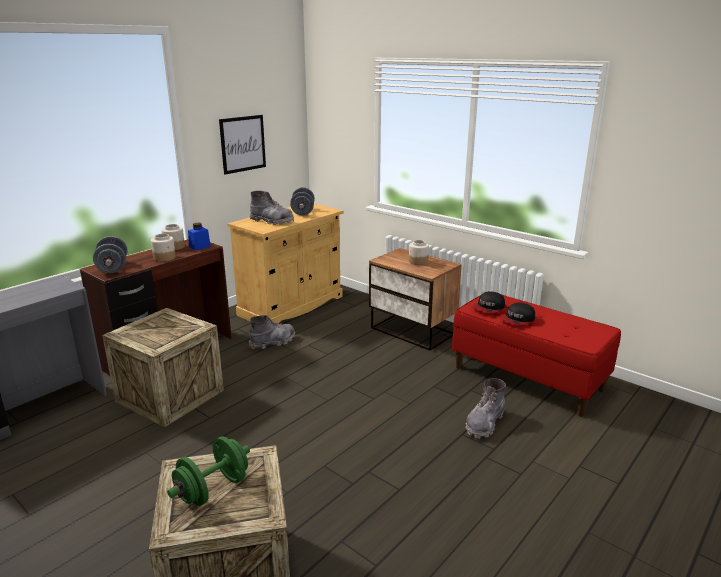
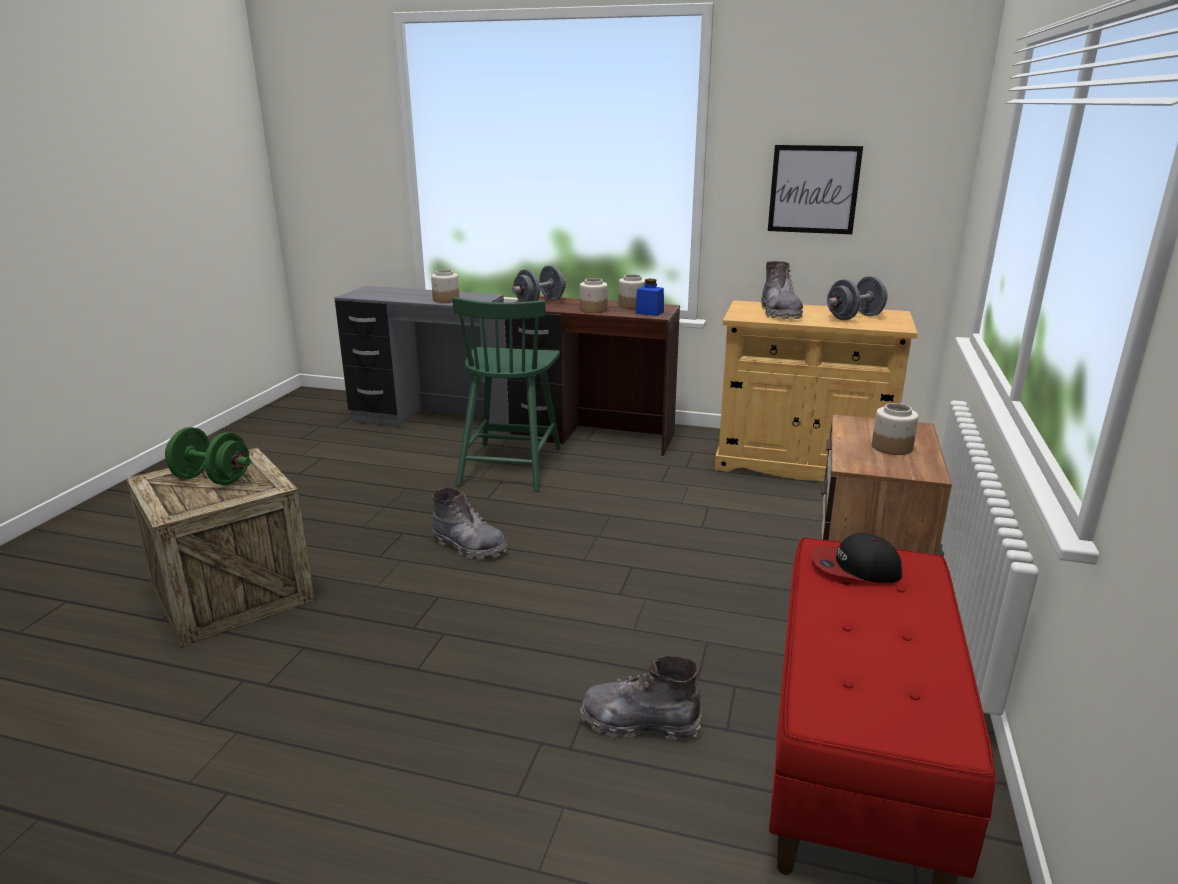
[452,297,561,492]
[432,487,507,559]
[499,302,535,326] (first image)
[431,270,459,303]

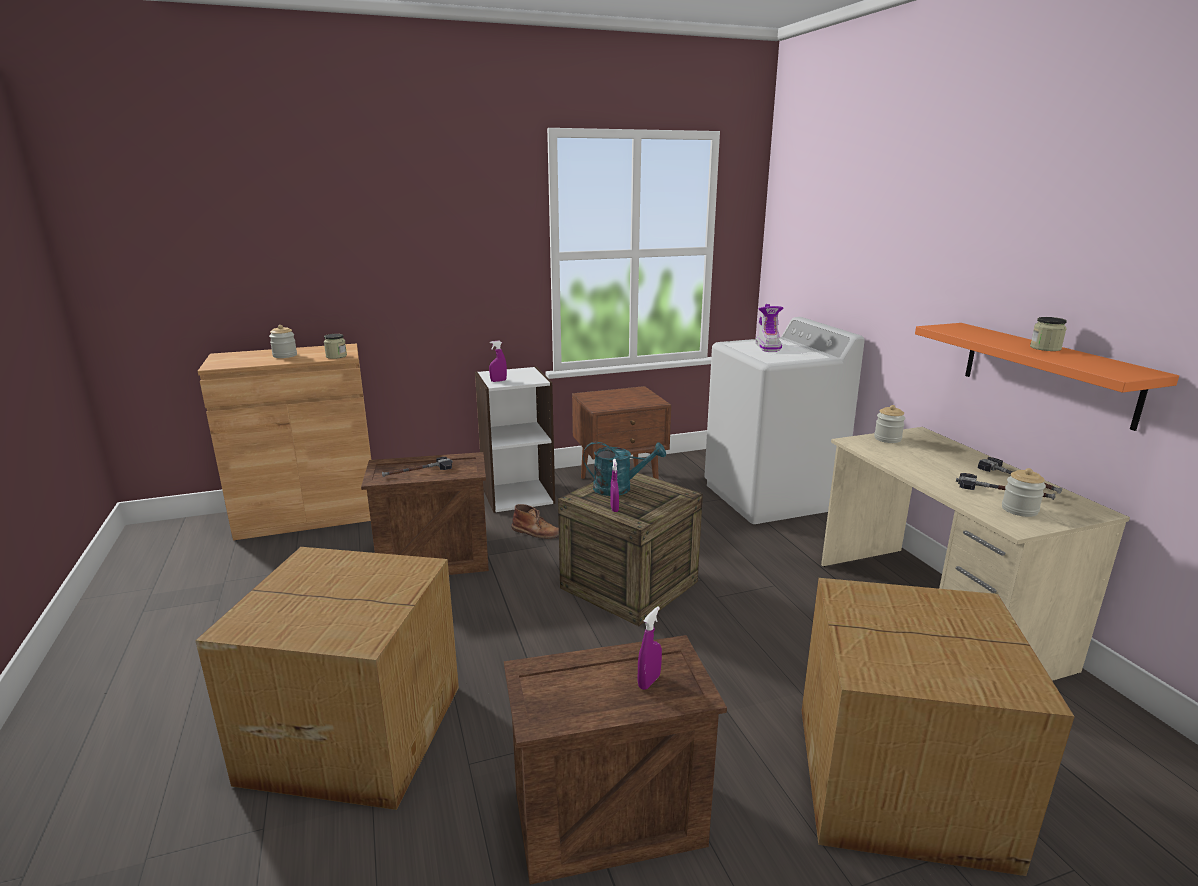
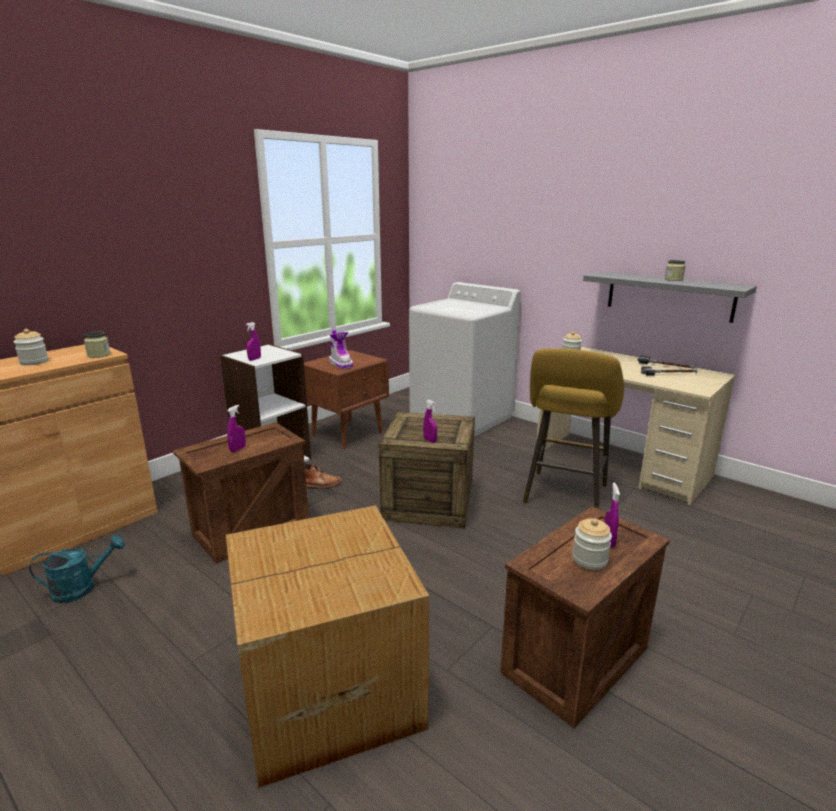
[227,405,246,452]
[30,535,125,603]
[329,330,354,369]
[802,578,1075,876] (first image)
[583,271,757,323]
[572,518,612,570]
[523,348,624,509]

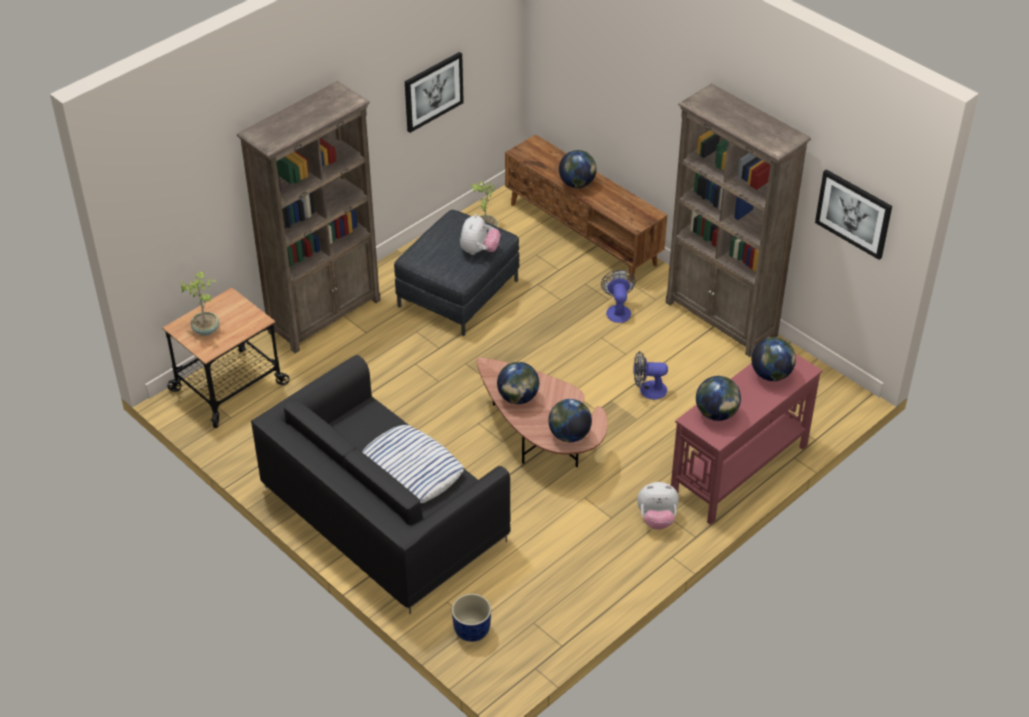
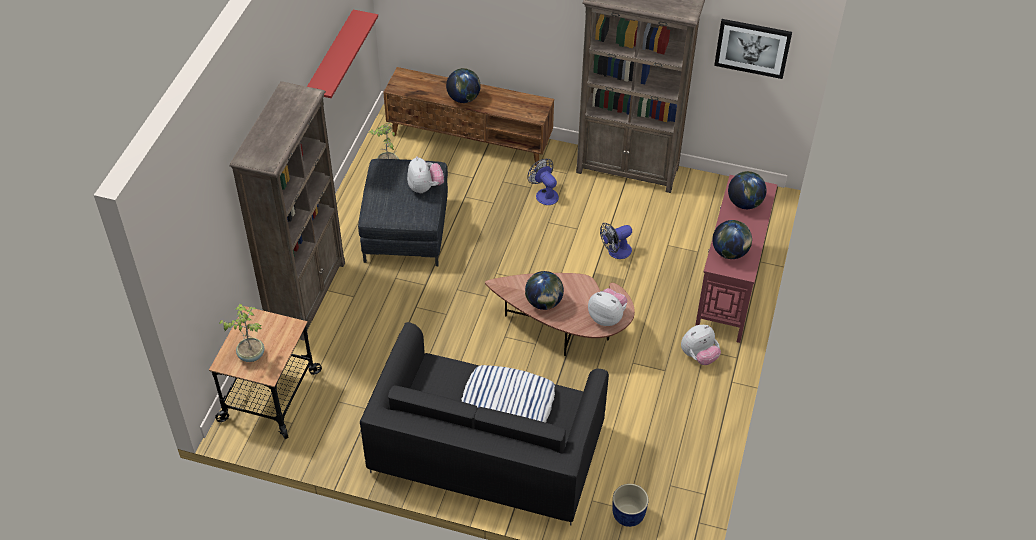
[307,10,378,98]
[588,288,627,326]

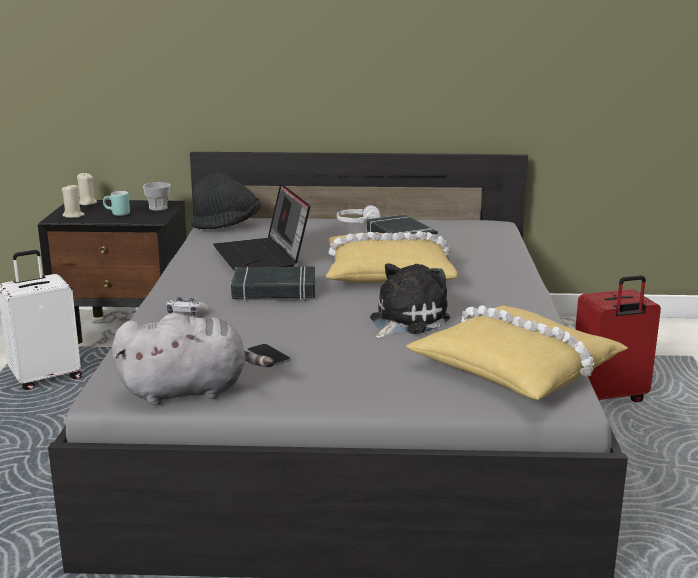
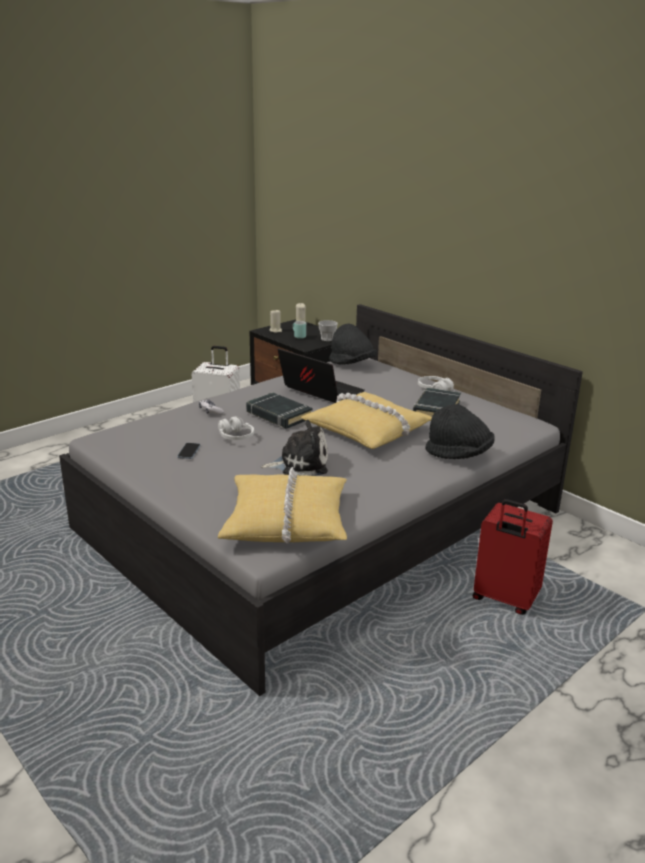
[112,313,274,405] (first image)
[278,348,365,403]
[218,416,254,440]
[426,404,495,459]

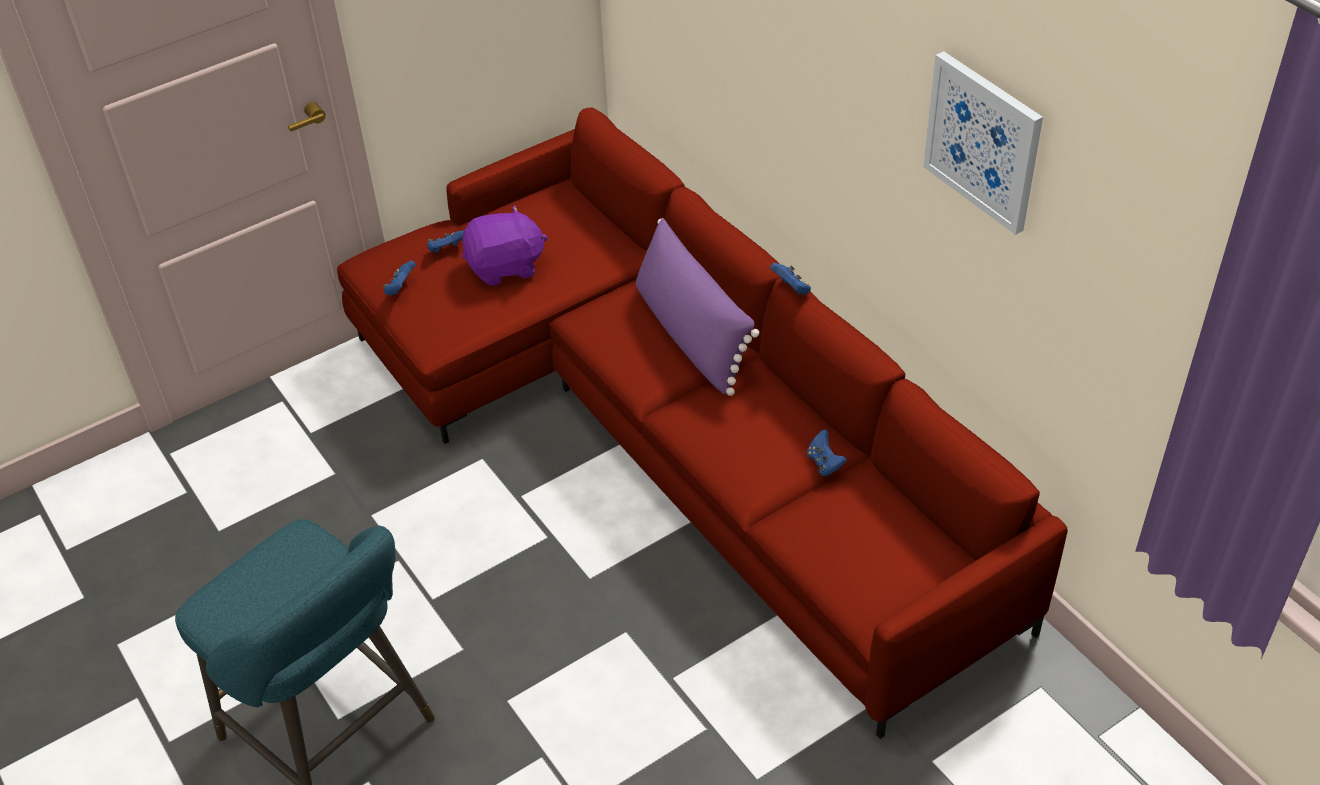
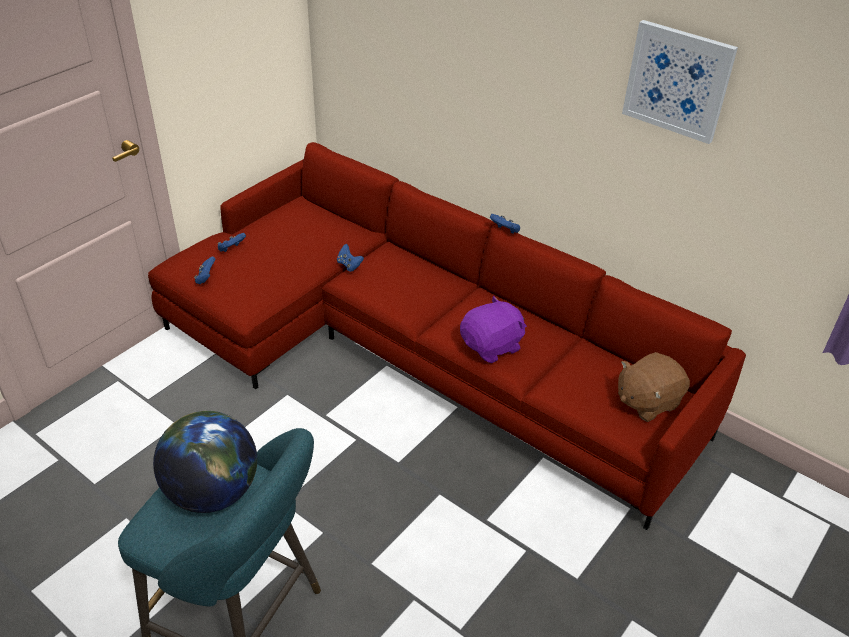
[460,296,527,363]
[636,218,759,396] (first image)
[337,244,364,272]
[153,411,257,513]
[618,352,690,422]

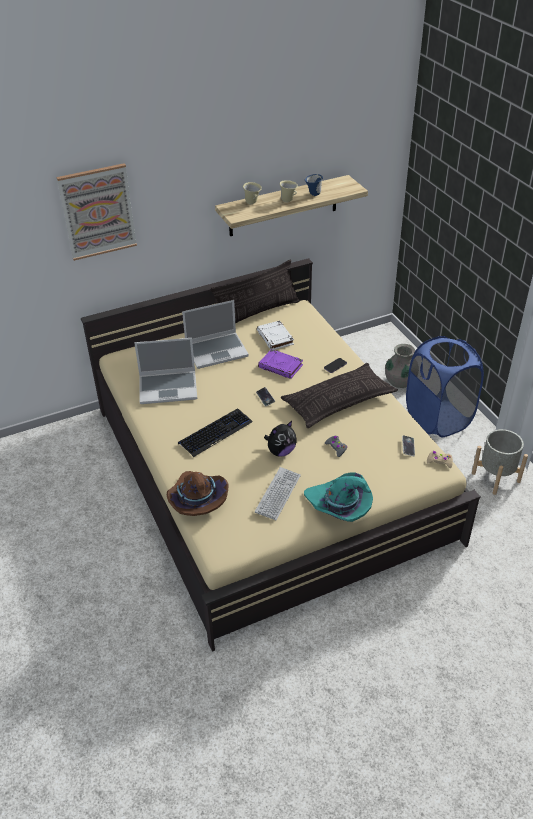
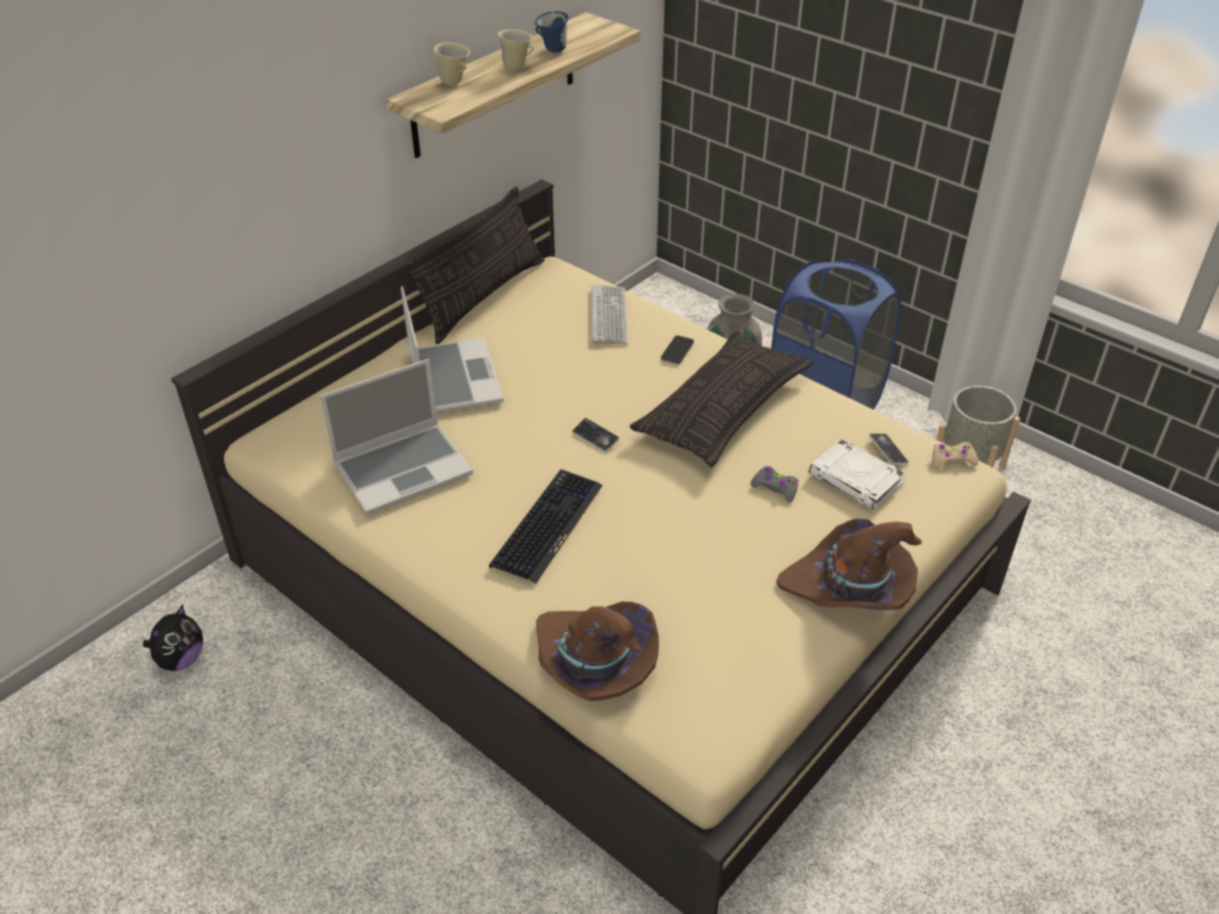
[57,163,137,261] (first image)
[401,286,504,413]
[592,285,628,344]
[809,439,906,510]
[258,349,303,379] (first image)
[143,604,203,671]
[776,518,922,610]

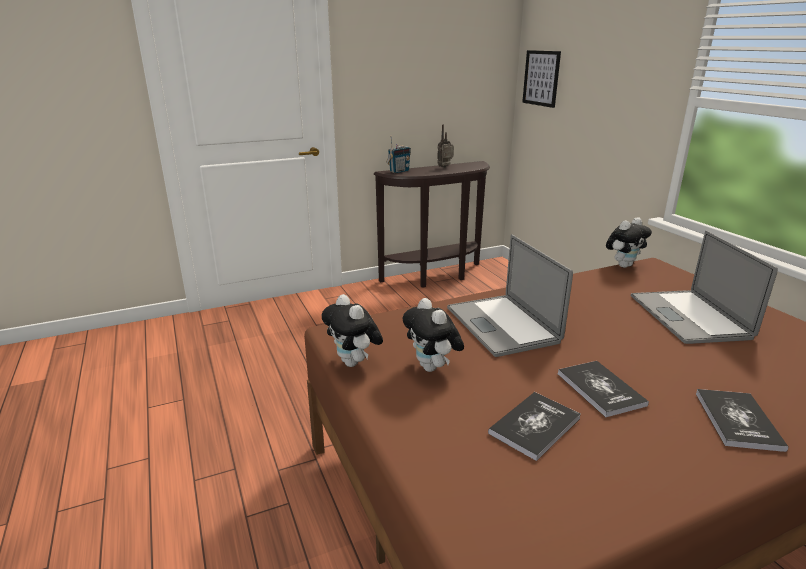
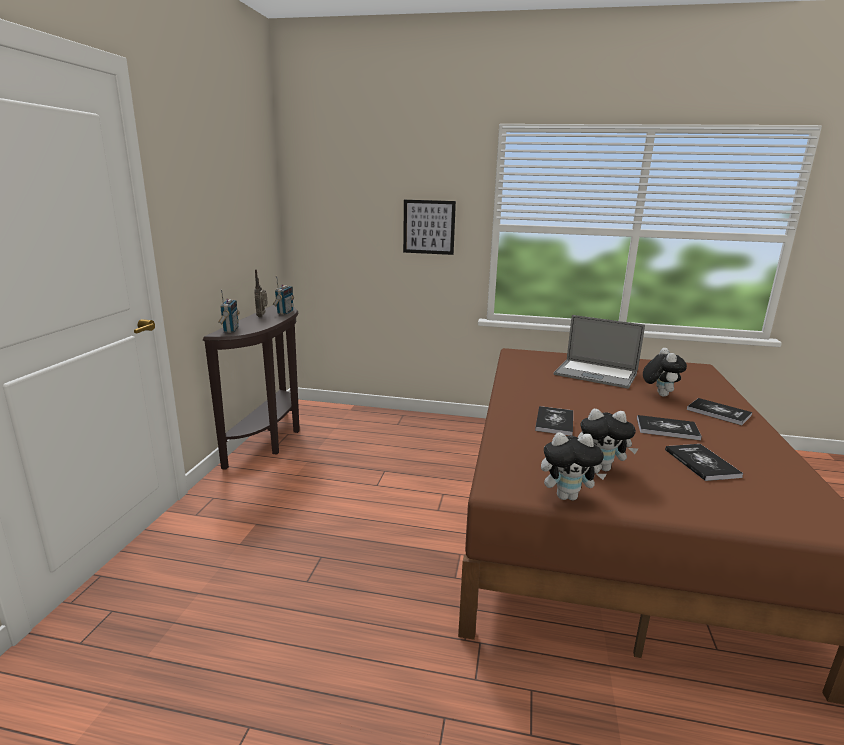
[535,406,573,436]
[403,200,456,255]
[643,348,687,396]
[273,276,294,315]

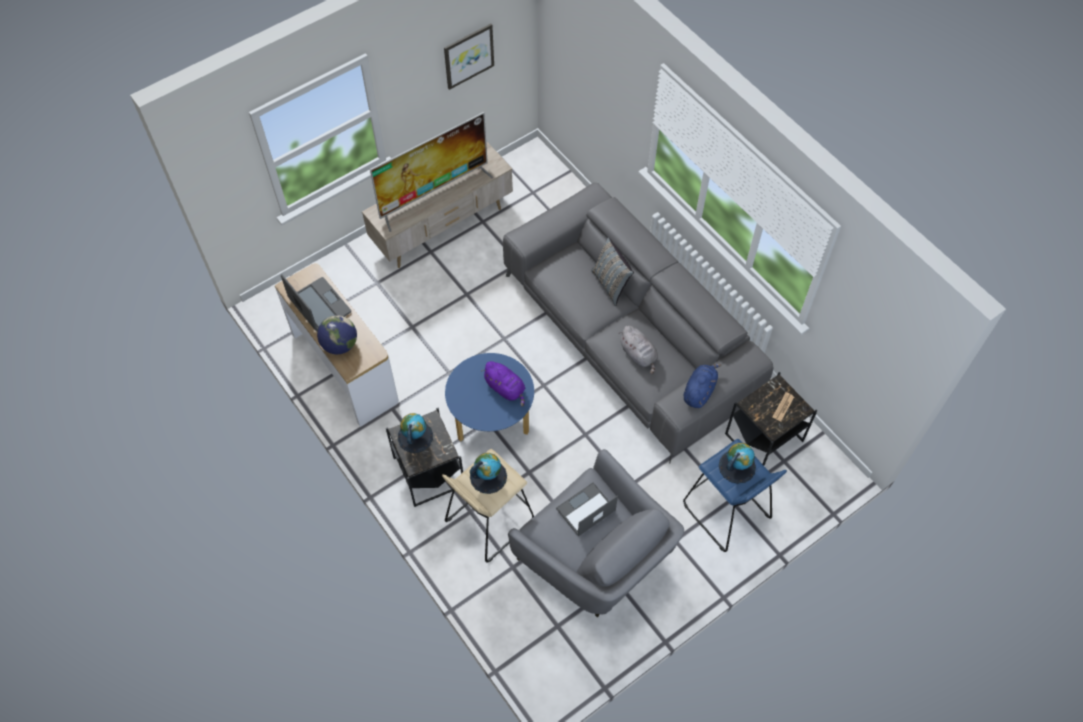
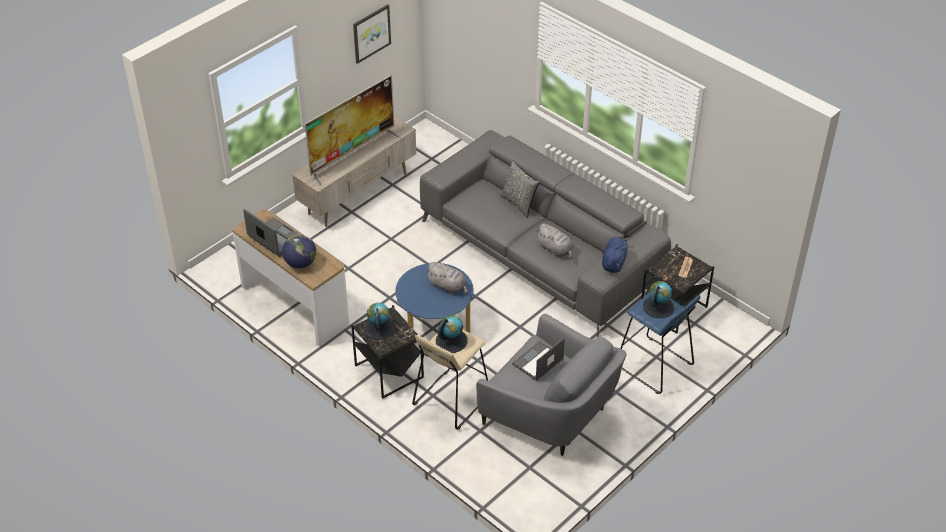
[426,262,468,294]

